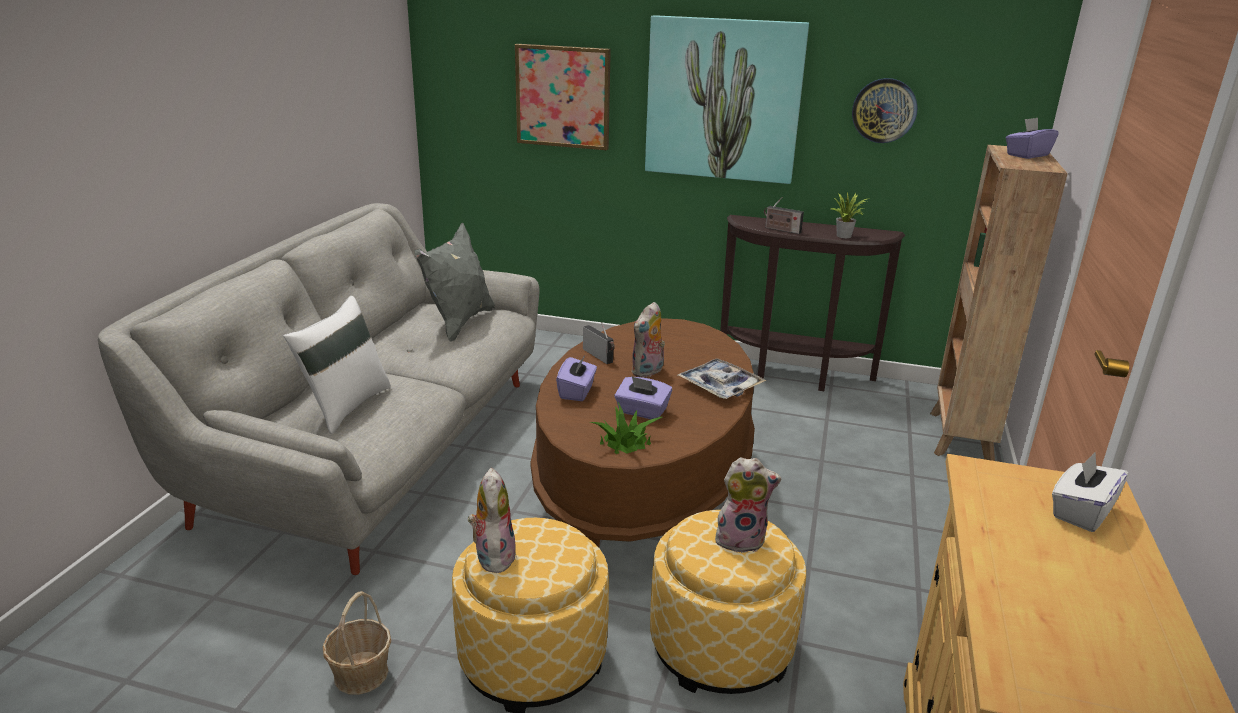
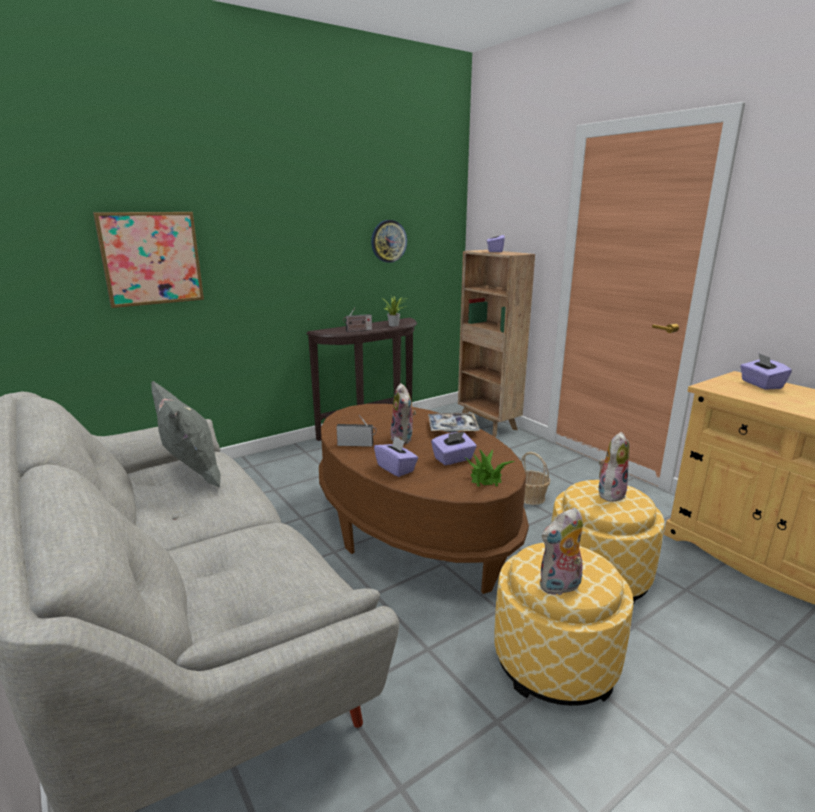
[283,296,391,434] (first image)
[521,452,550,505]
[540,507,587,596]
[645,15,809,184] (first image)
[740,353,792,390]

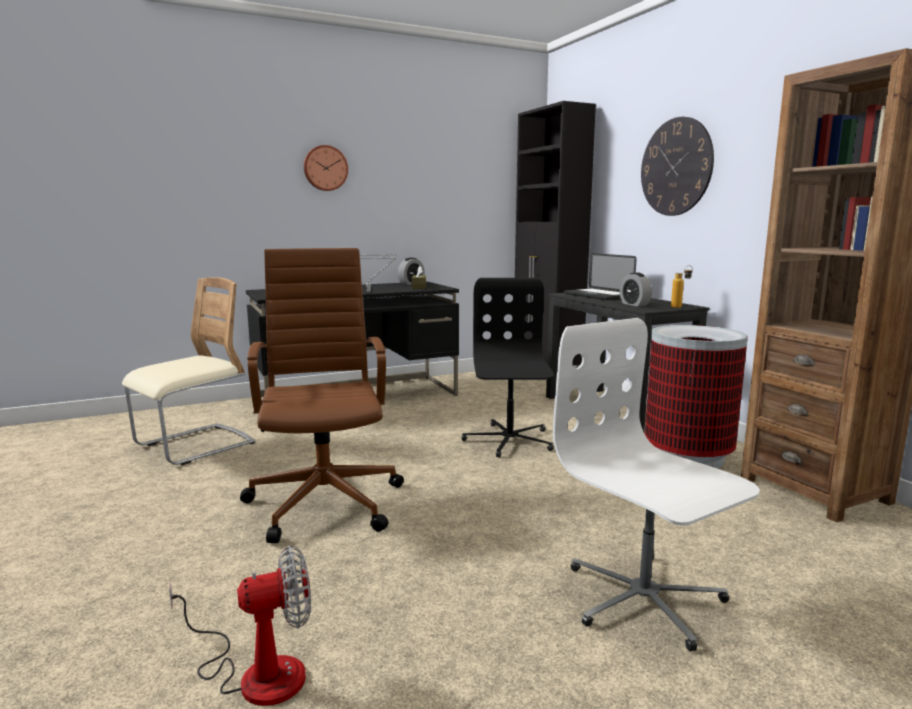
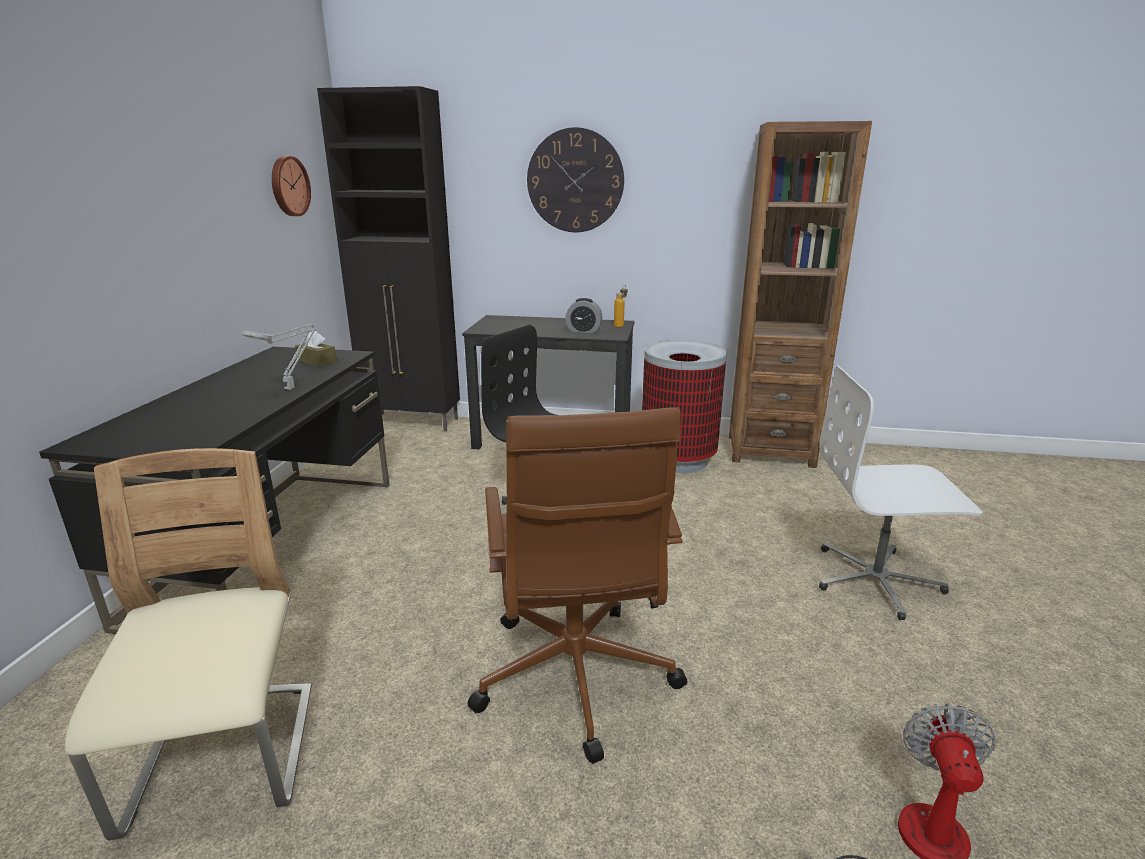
[468,407,687,764]
[272,156,311,216]
[398,258,425,285] (first image)
[564,253,637,300] (first image)

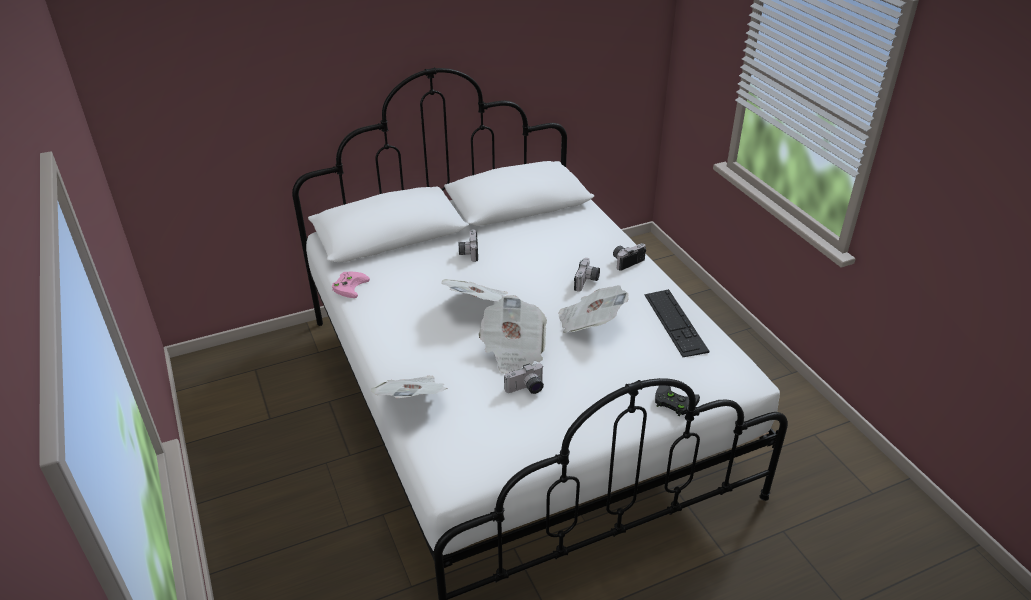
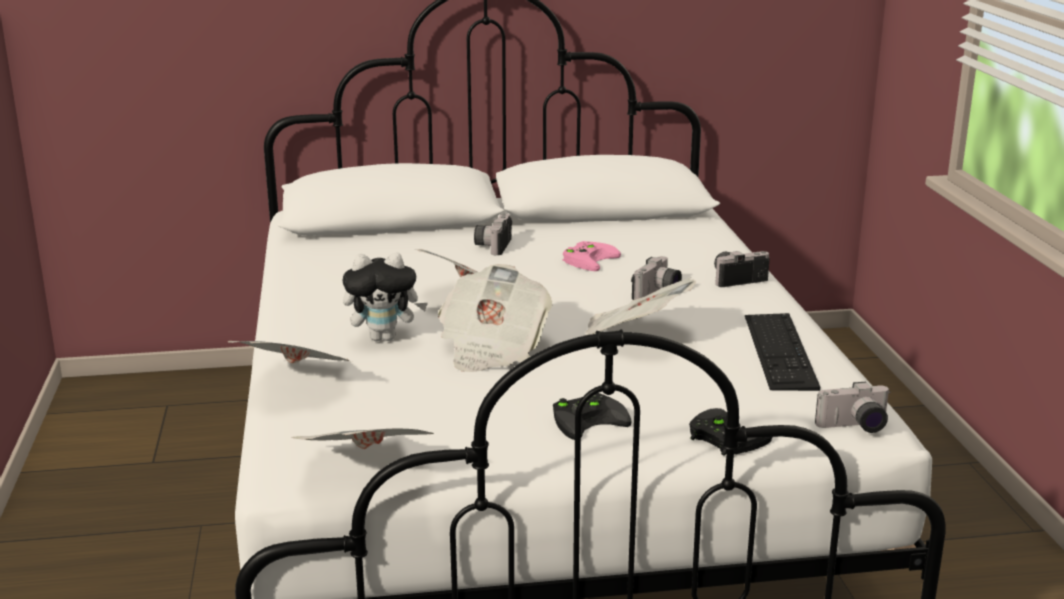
[563,241,621,271]
[815,382,891,433]
[292,429,434,449]
[342,253,428,341]
[553,393,632,440]

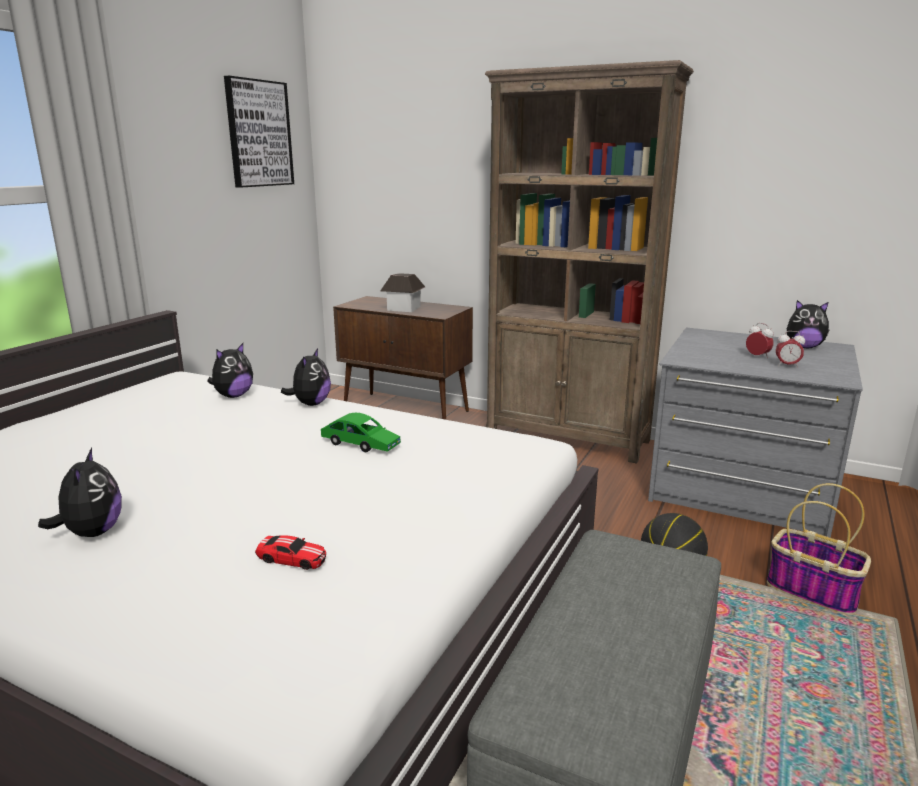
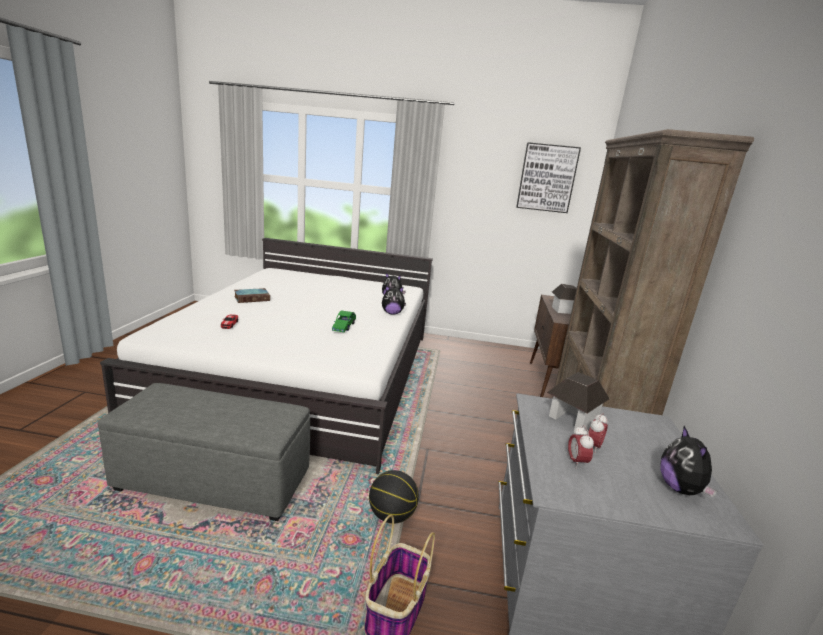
[234,288,270,303]
[547,372,609,430]

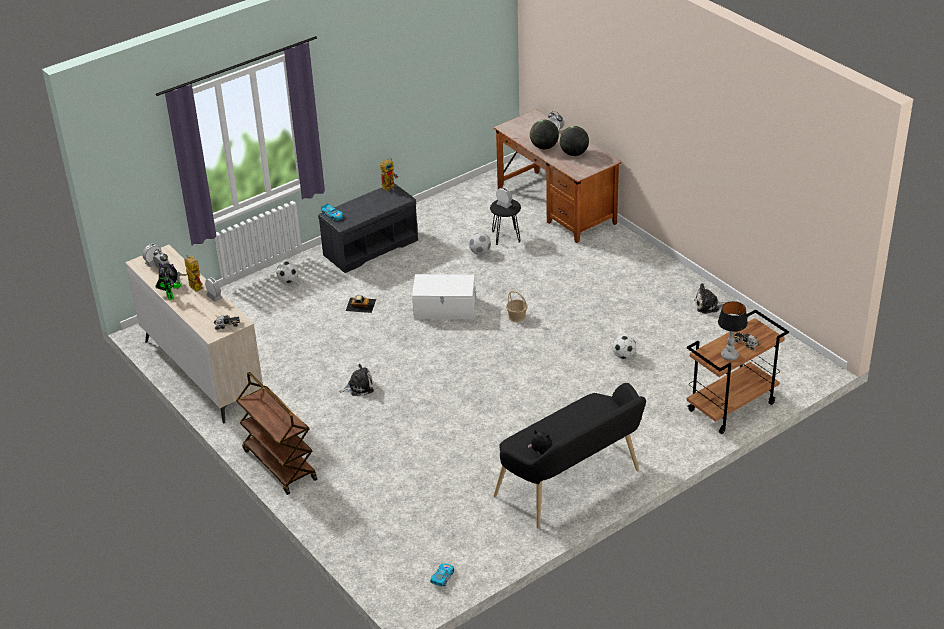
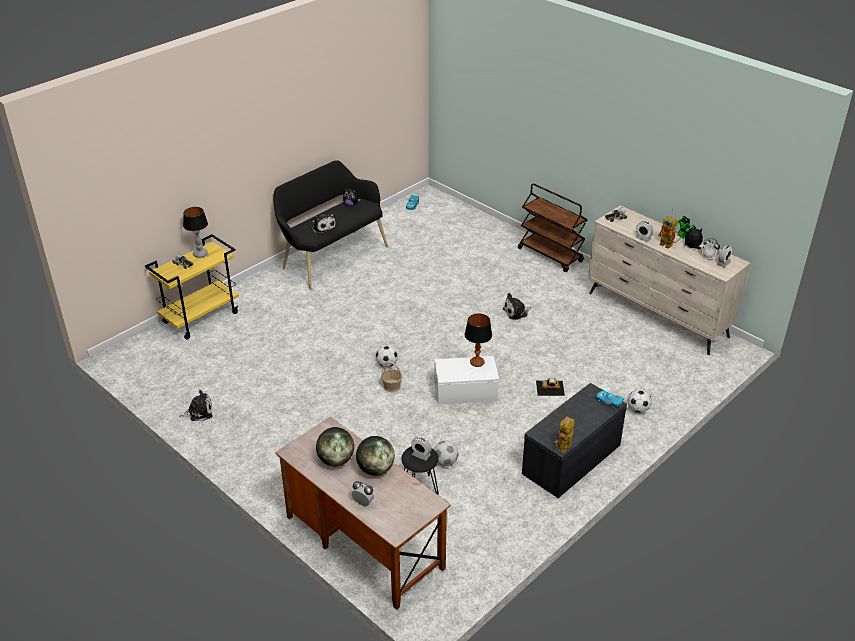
[376,345,398,367]
[145,234,239,339]
[311,212,337,235]
[465,314,492,367]

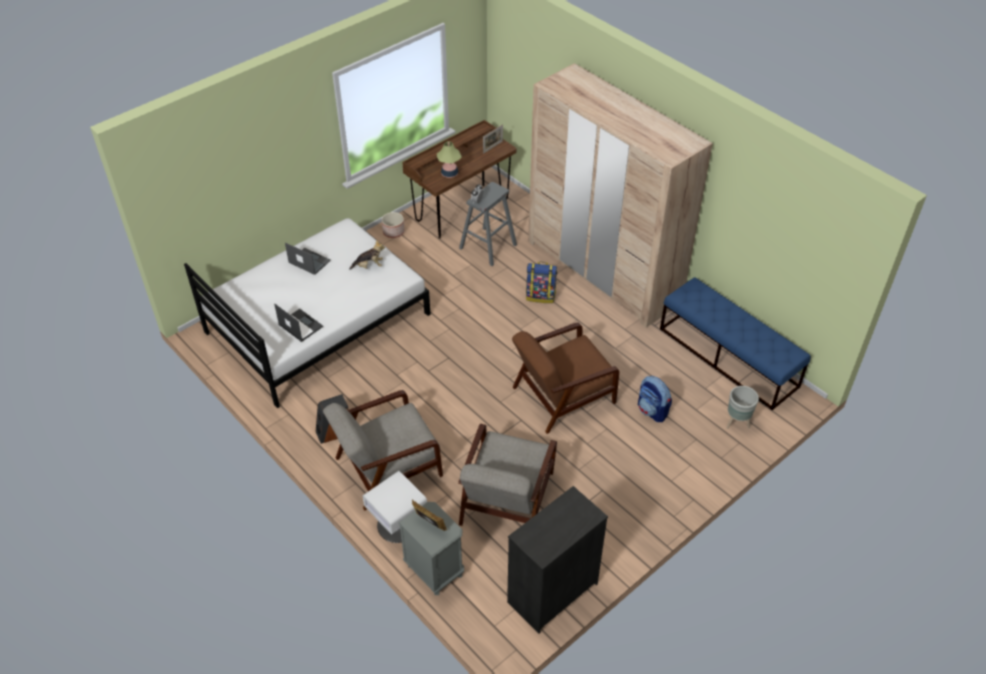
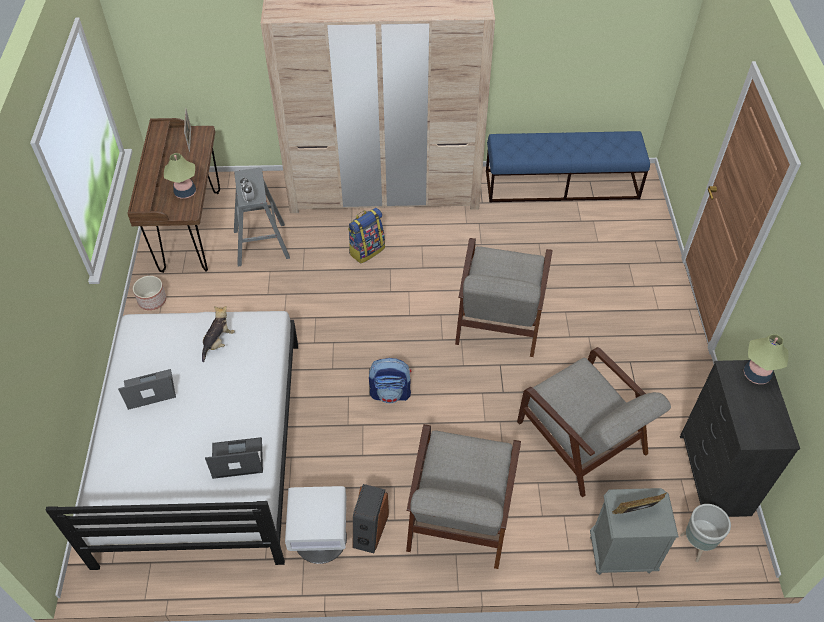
[285,486,347,564]
[455,238,553,357]
[369,358,412,403]
[680,504,731,562]
[744,334,788,384]

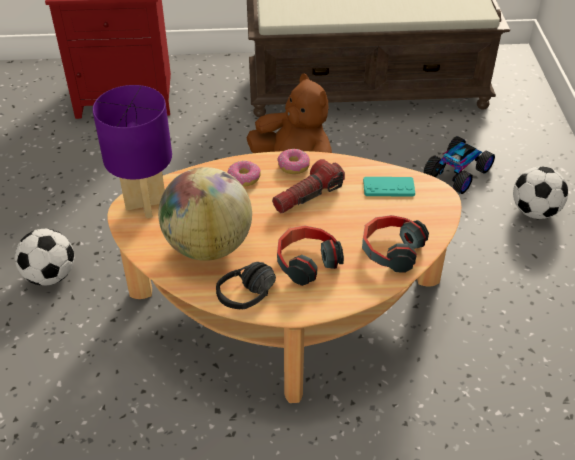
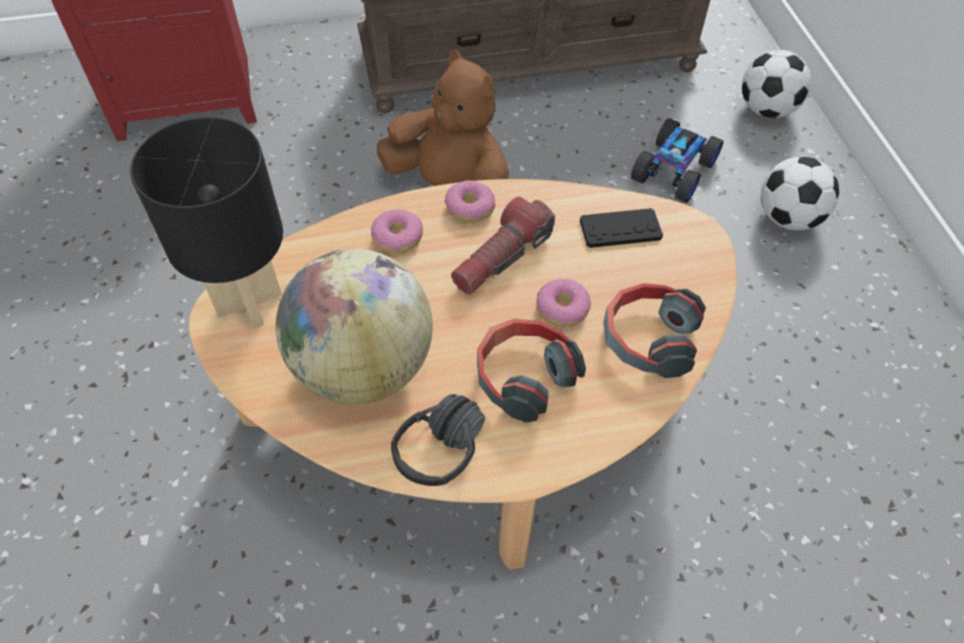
[742,50,811,118]
[130,117,283,328]
[580,208,663,248]
[536,279,591,327]

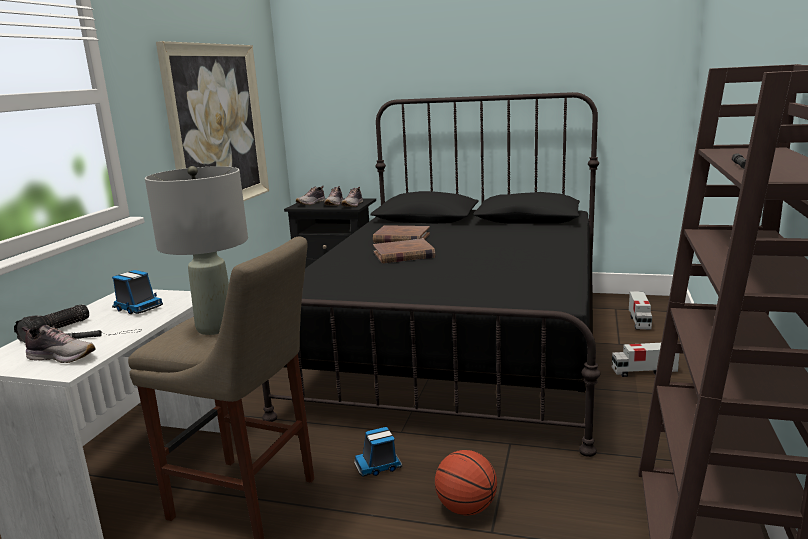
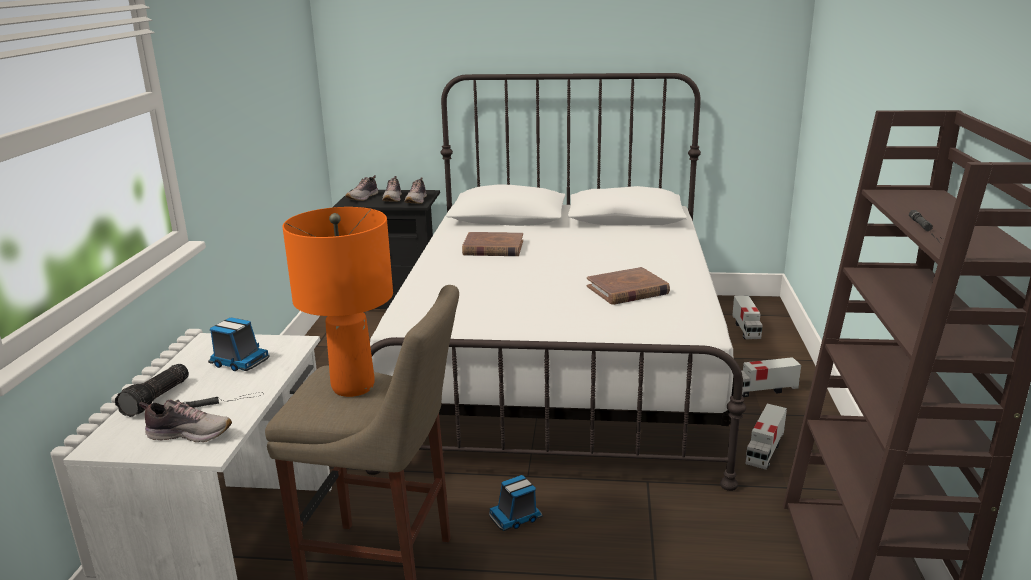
[282,207,393,397]
[156,41,269,201] (first image)
[366,73,746,491]
[587,267,670,305]
[435,450,497,516] (first image)
[745,404,787,470]

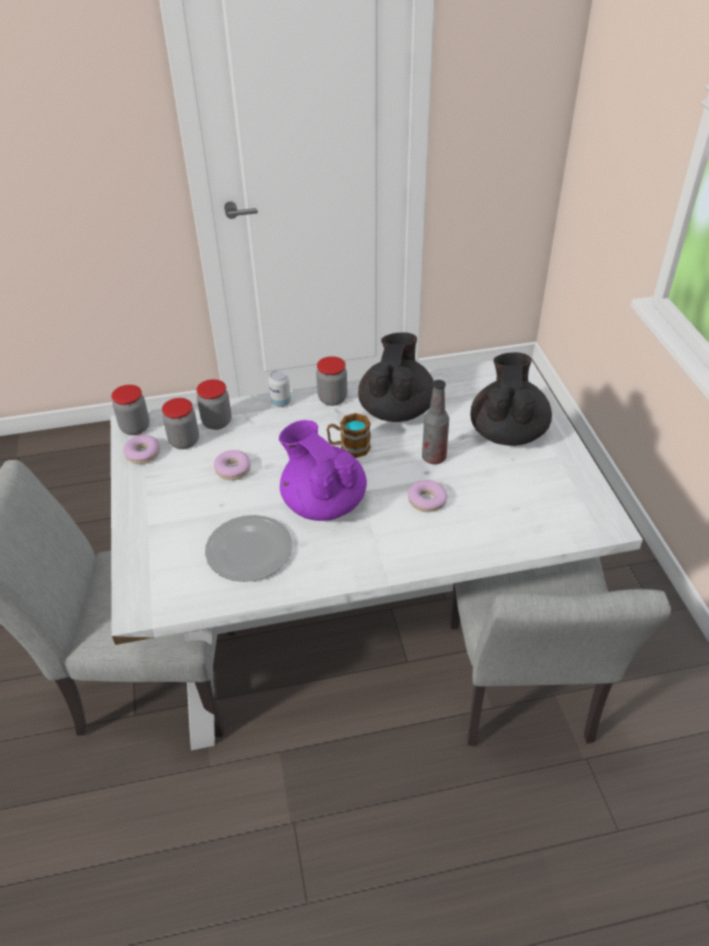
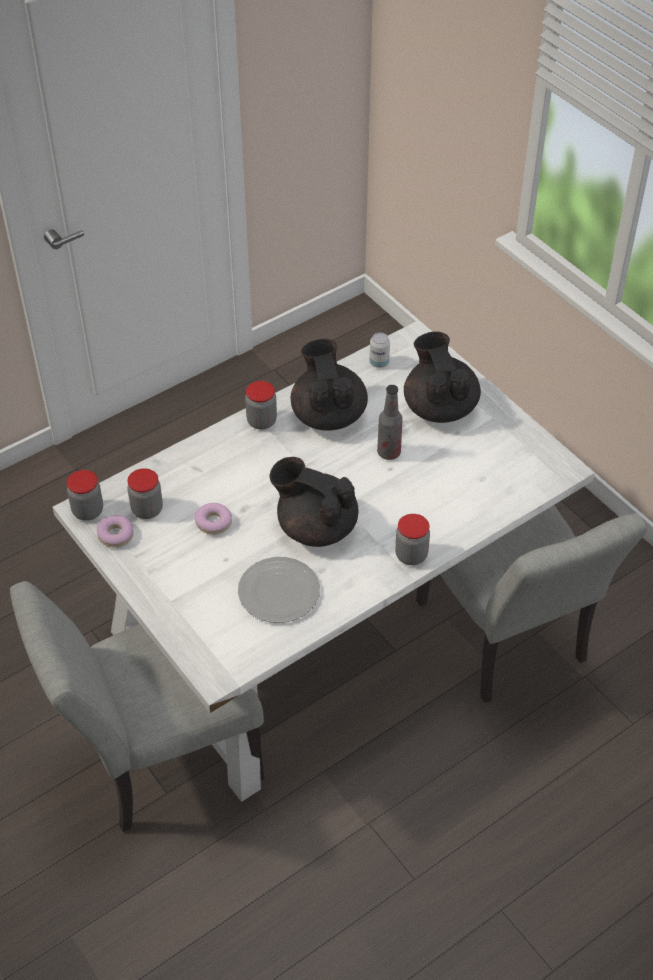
[395,514,430,565]
[370,332,390,368]
[269,457,358,547]
[327,413,371,458] (first image)
[408,480,447,512] (first image)

